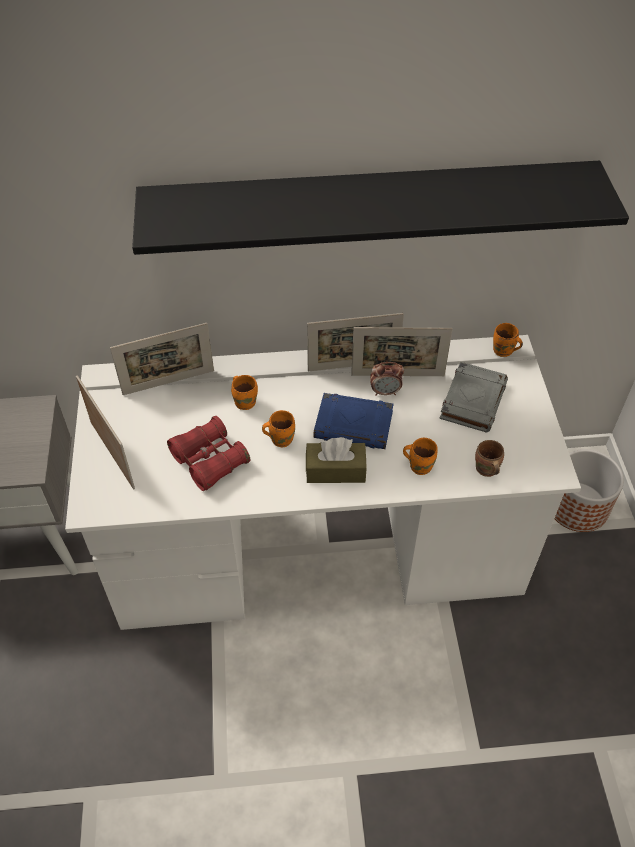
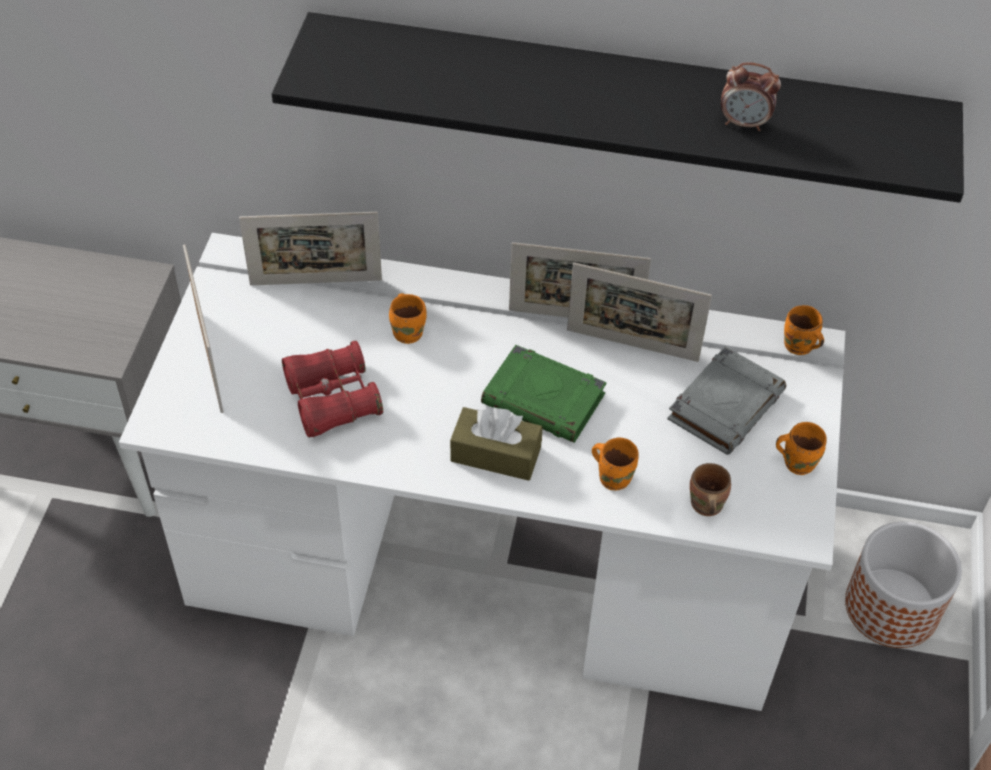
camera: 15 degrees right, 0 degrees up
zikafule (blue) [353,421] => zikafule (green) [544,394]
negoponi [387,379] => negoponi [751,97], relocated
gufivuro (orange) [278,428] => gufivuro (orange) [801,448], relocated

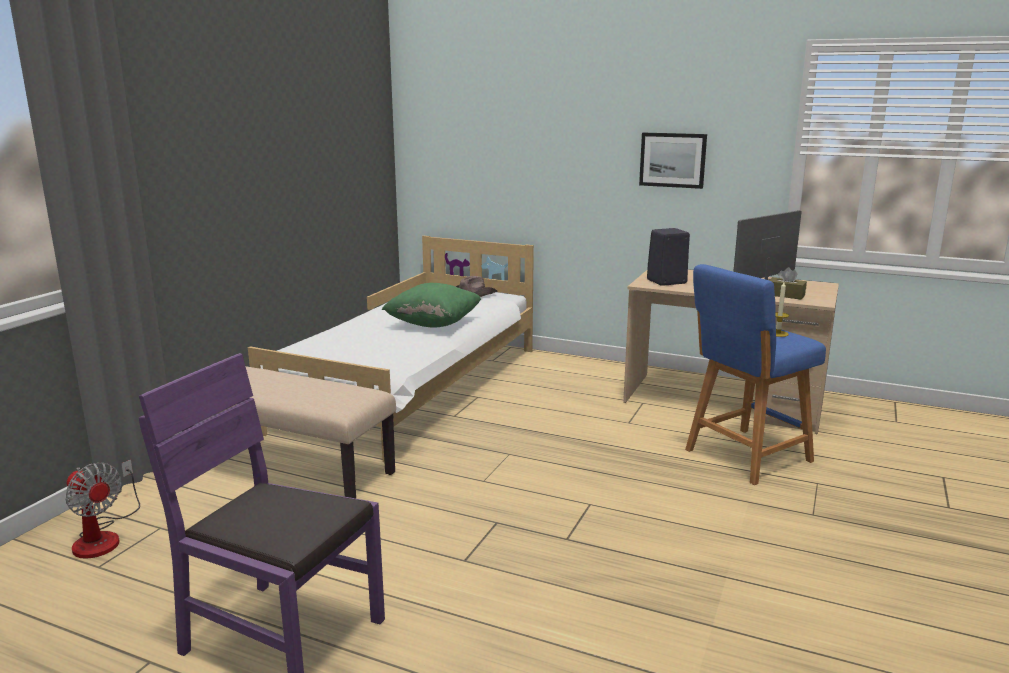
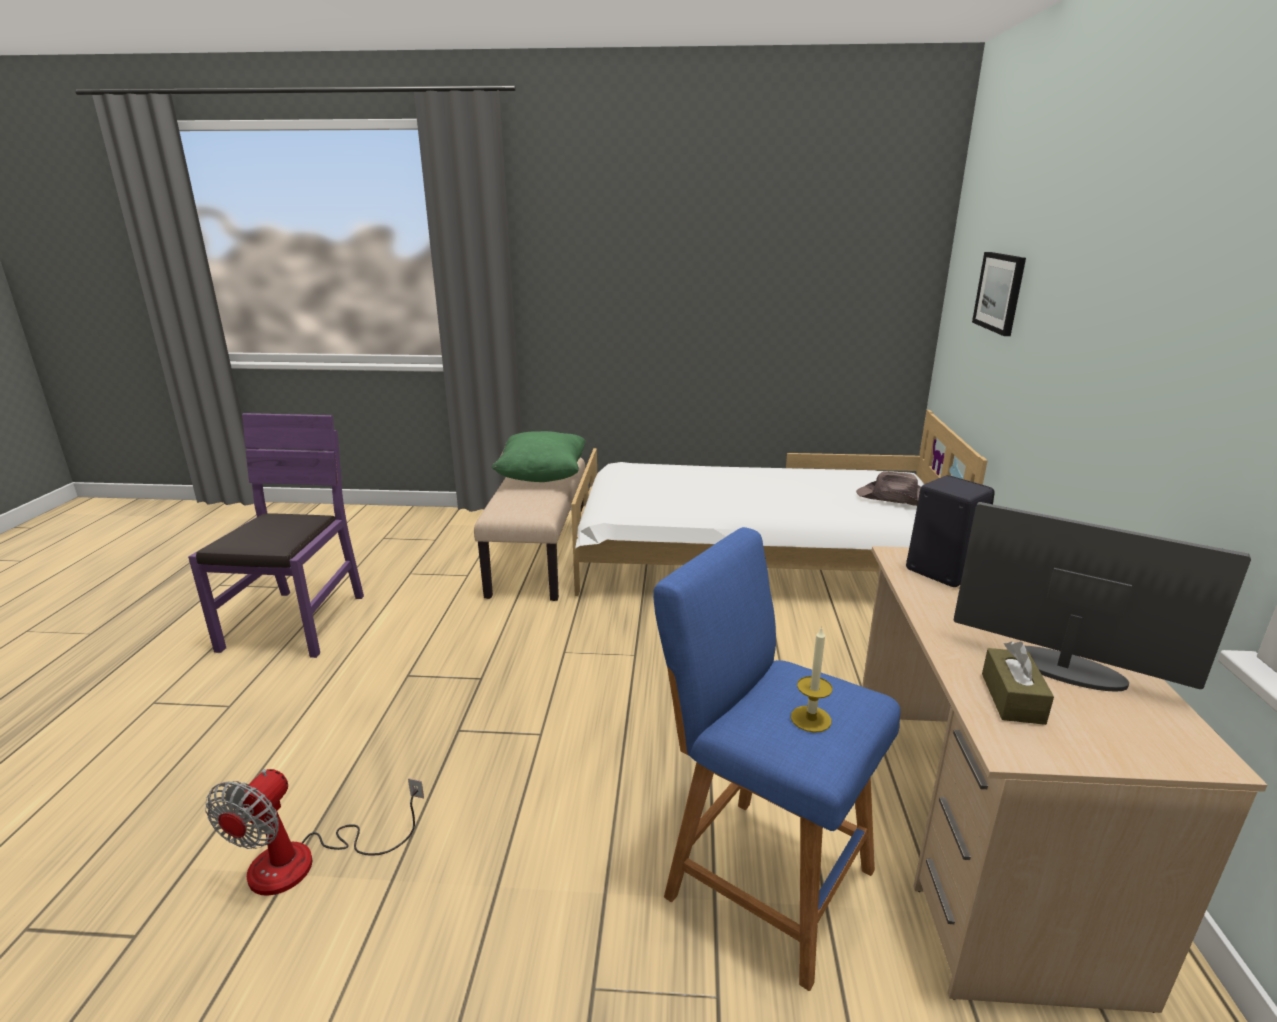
camera: 70 degrees right, 5 degrees up
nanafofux [102,509] => nanafofux [314,832], relocated
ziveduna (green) [431,305] => ziveduna (green) [539,456], relocated
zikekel [673,161] => zikekel [999,294], relocated

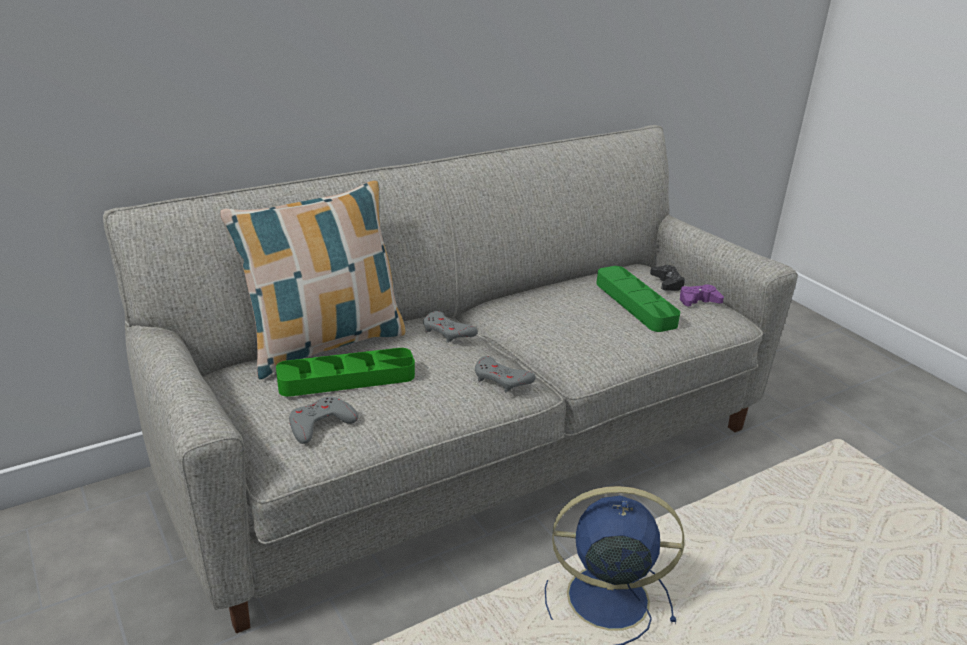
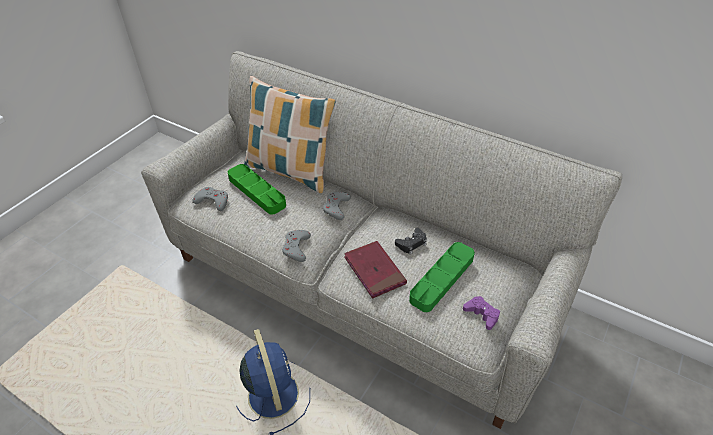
camera: 65 degrees right, 15 degrees up
nothing => zikafule (red) [375,270]
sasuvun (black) [667,278] => sasuvun (black) [411,241], relocated

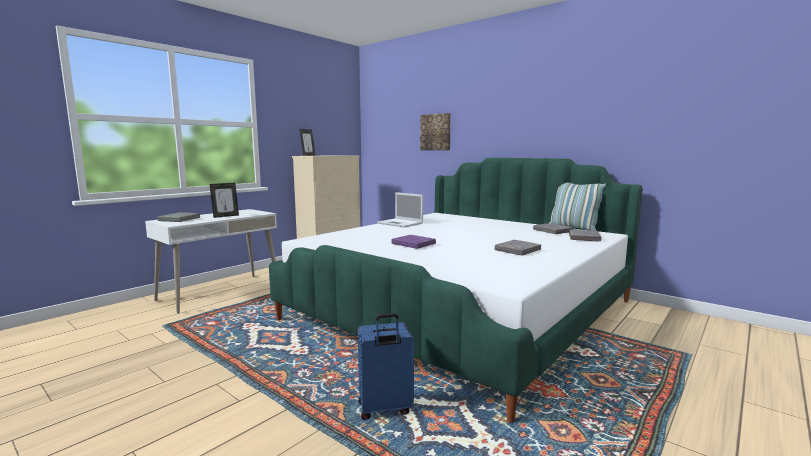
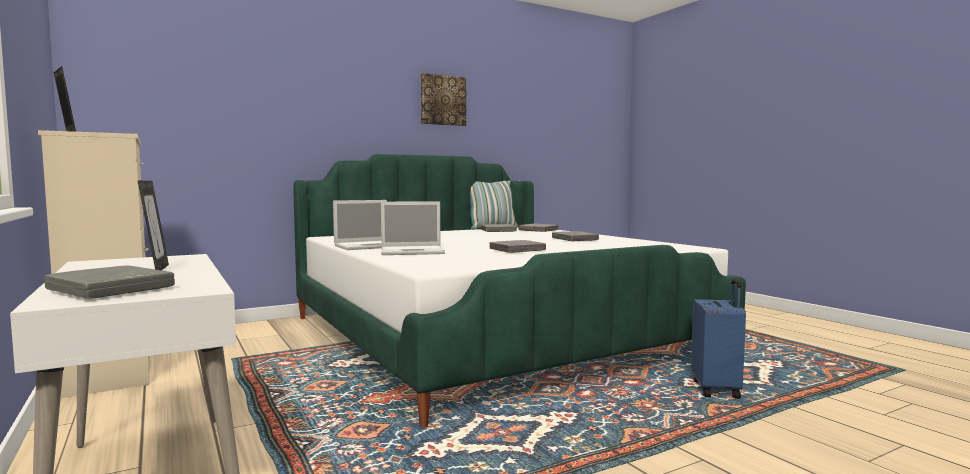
camera: 70 degrees left, 5 degrees down
nothing => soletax [413,228]
zikekel [435,131] => zikekel [443,99], relocated
zikafule (purple) [413,242] => zikafule (grey) [518,246]

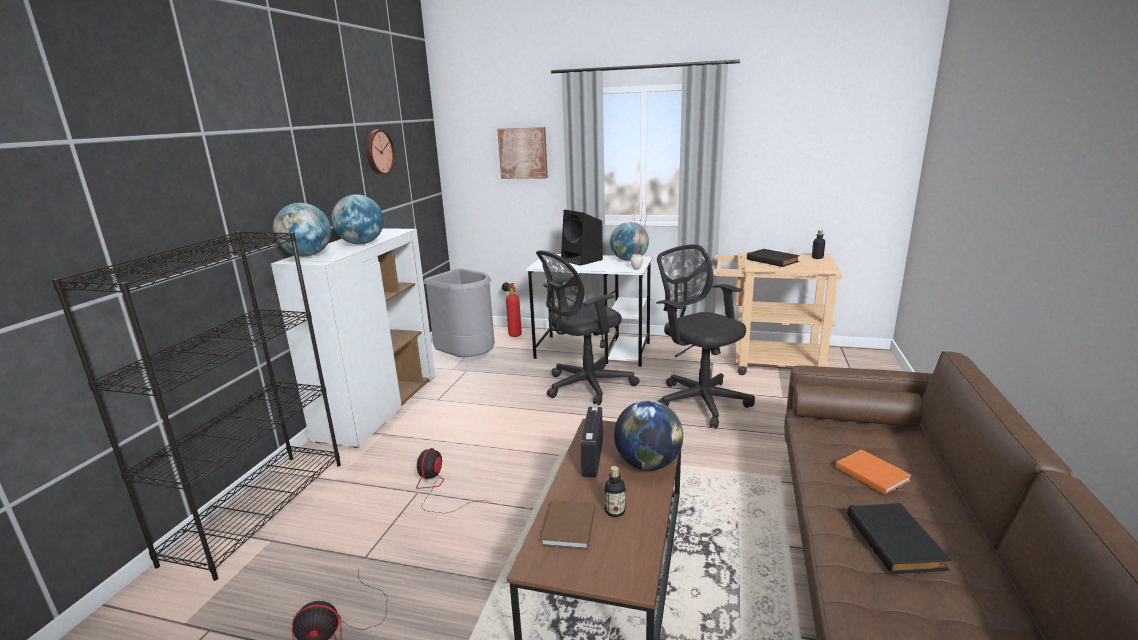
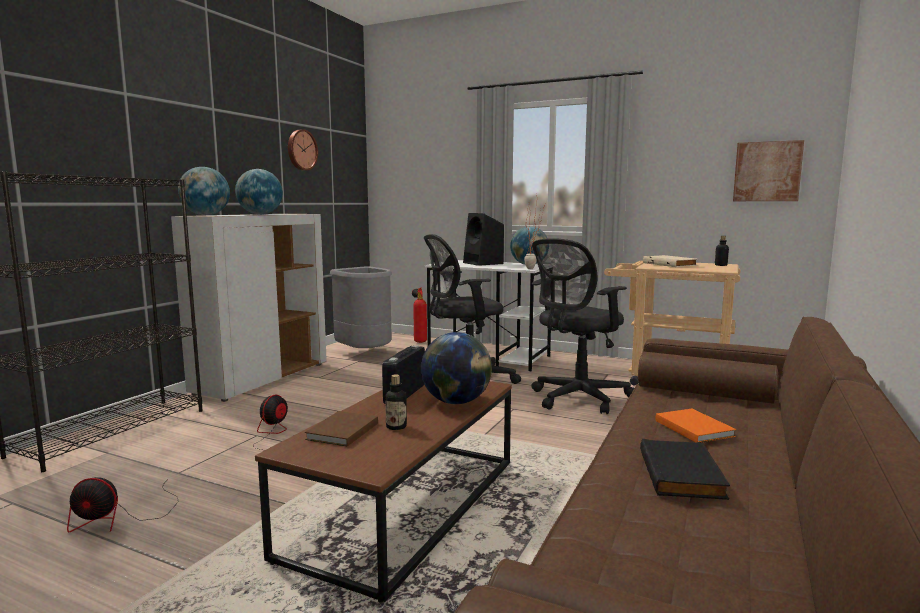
camera: 10 degrees right, 10 degrees down
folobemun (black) [705,336] => folobemun (black) [582,326], 105 degrees counterclockwise
zikafule (black) [773,258] => zikafule (beige) [670,261]
zikekel [522,153] => zikekel [768,170], relocated

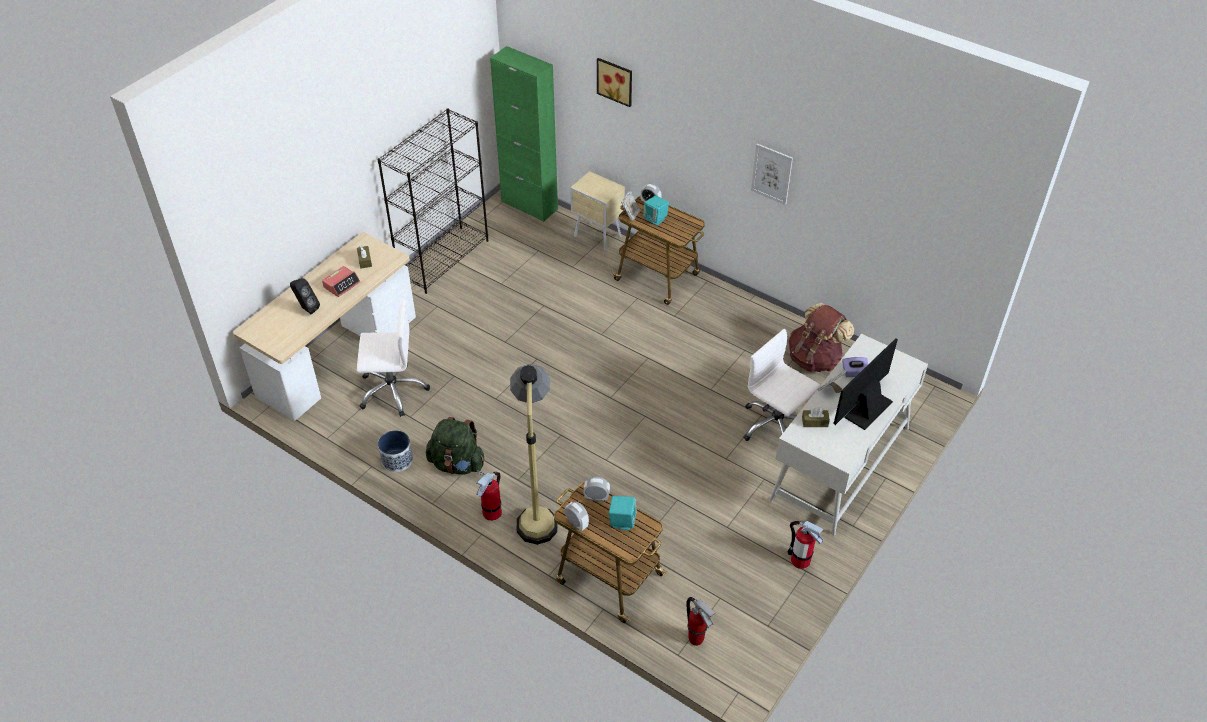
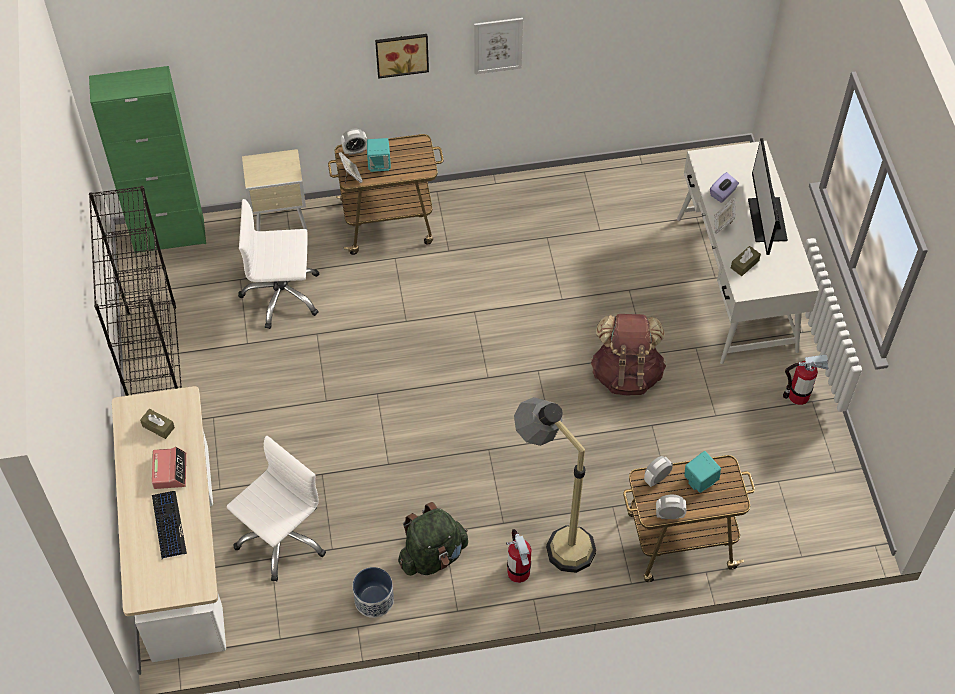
camera: 45 degrees left, 10 degrees up
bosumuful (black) [305,296] => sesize [169,525]
folobemun (white) [782,385] => folobemun (white) [278,264], relocated
zikekel [614,82] => zikekel [402,56], relocated
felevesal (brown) [821,337] => felevesal (brown) [628,355], relocated
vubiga [701,621] => nothing

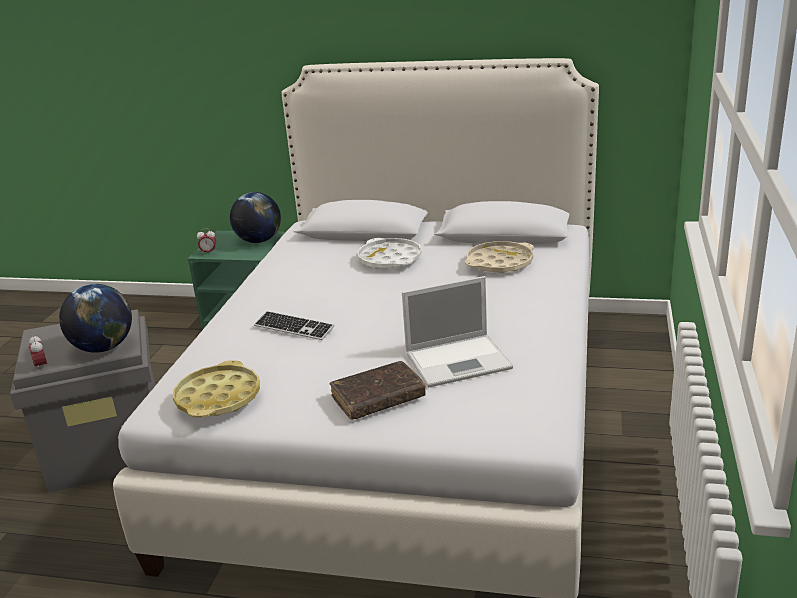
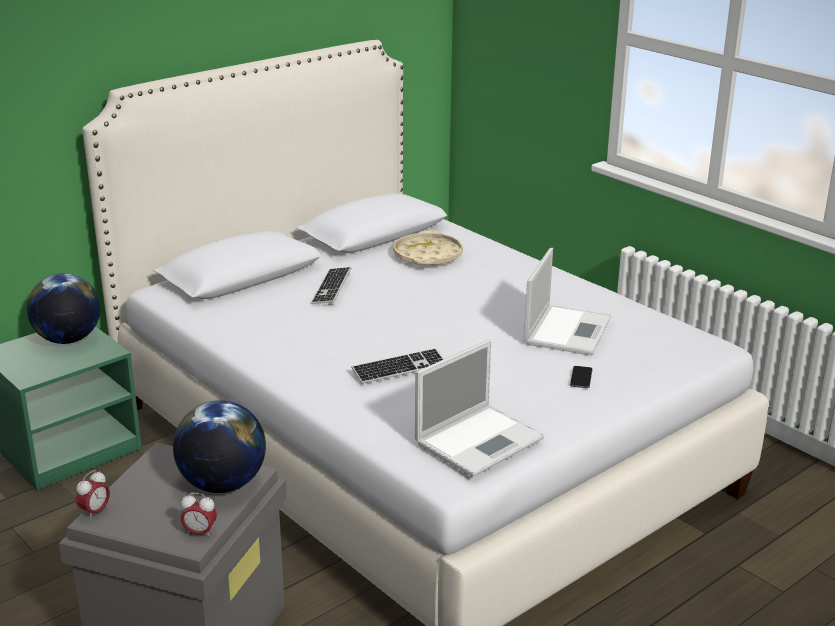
camera: 55 degrees left, 0 degrees up
negoponi [206,241] => negoponi [93,495], relocated
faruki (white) [389,253] => sesize [331,286]
faruki (yellow) [216,389] => soletax [479,408]
zikafule (brown) [378,390] => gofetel [581,377]

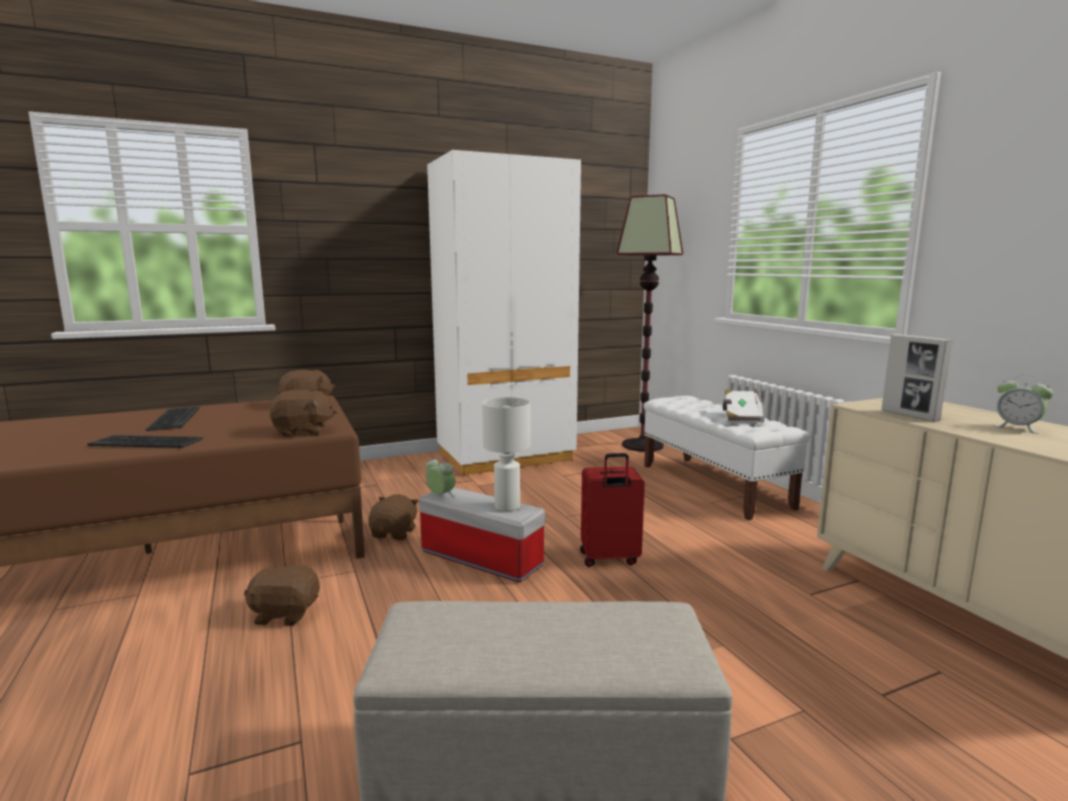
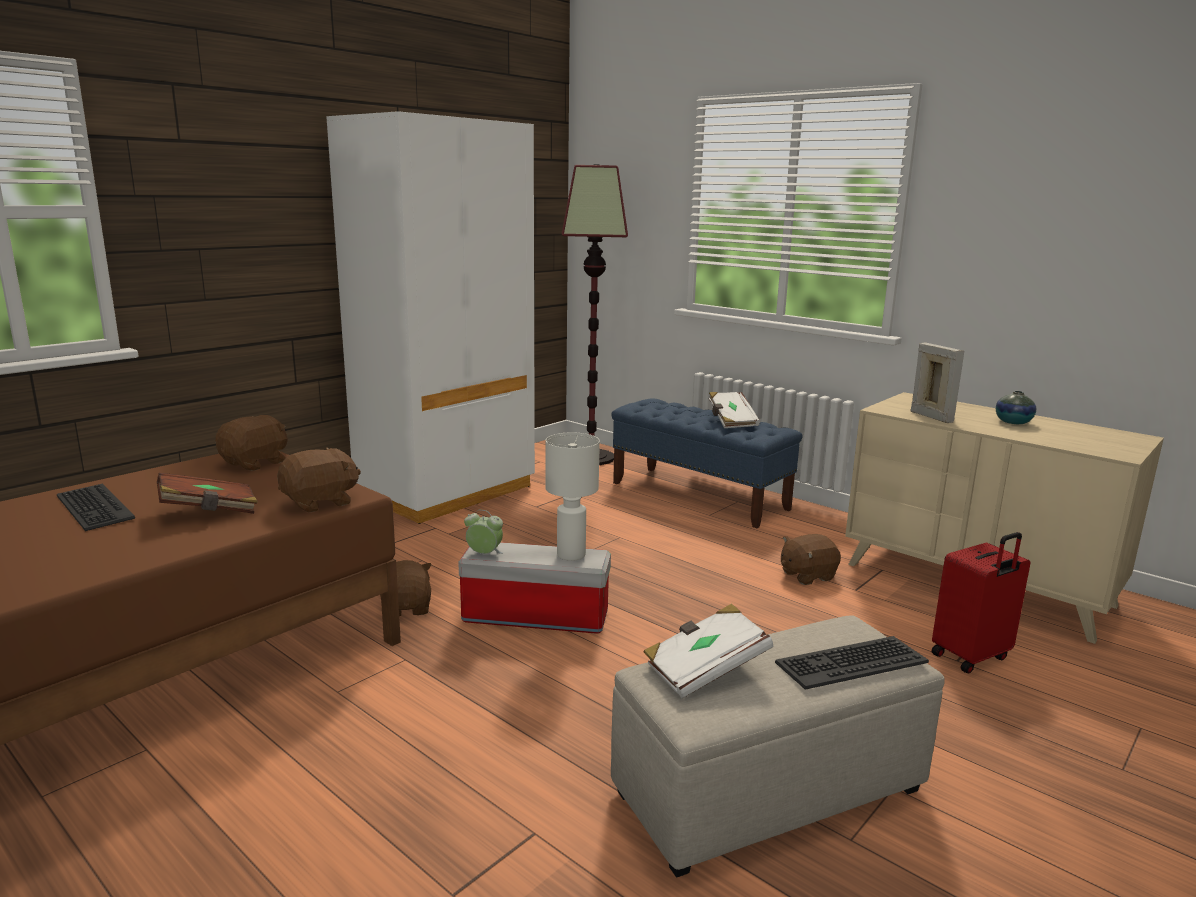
camera: 25 degrees left, 5 degrees up
nothing => zikafule (brown) [207,493]
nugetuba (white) [726,458] => nugetuba (blue) [706,463]
nothing => zikafule (white) [708,651]
sesize [145,441] => sesize [852,663], relocated
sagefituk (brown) [282,594] => sagefituk (brown) [811,559], relocated
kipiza [917,378] => kipiza [937,383], 150 degrees counterclockwise
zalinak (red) [612,510] => zalinak (red) [981,603], relocated
negoponi [1023,404] => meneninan [1016,407]

